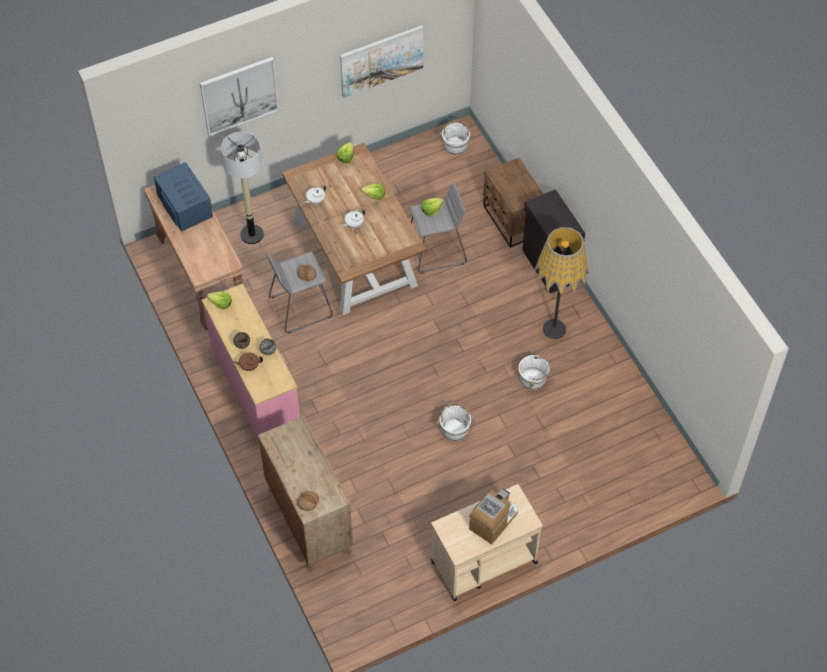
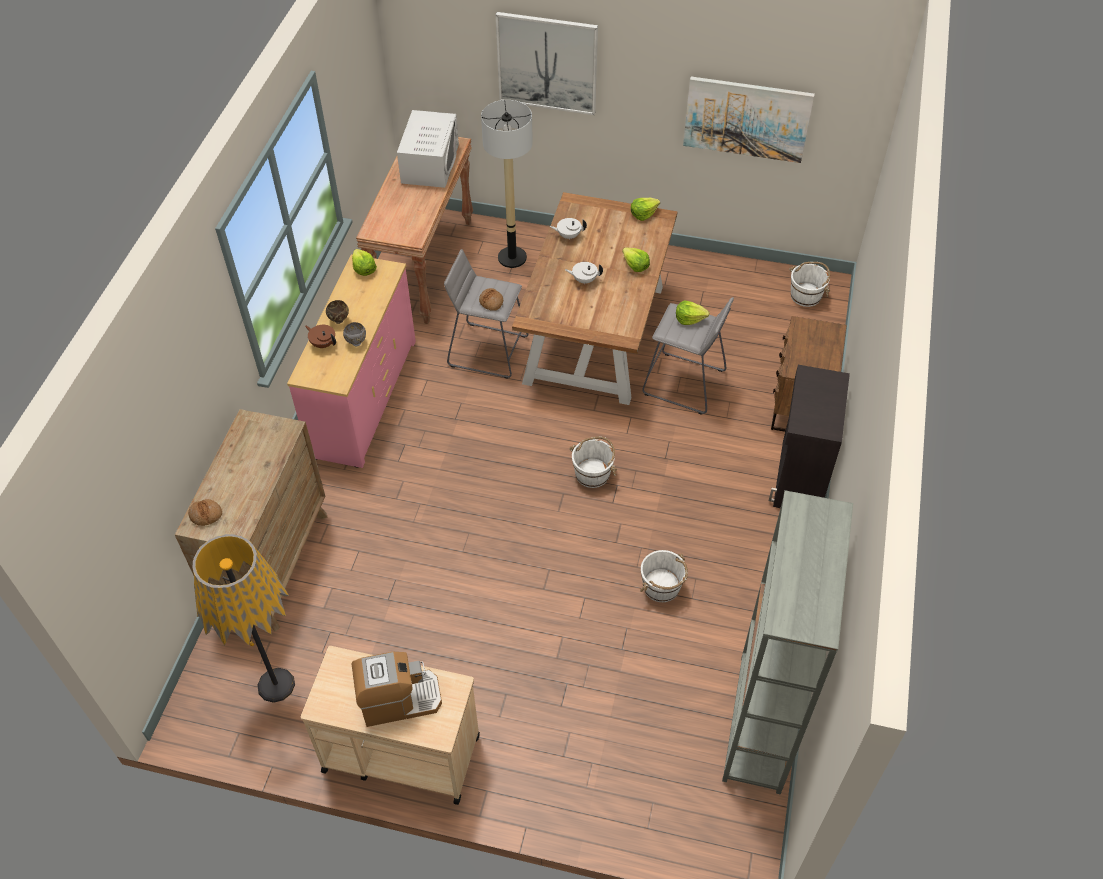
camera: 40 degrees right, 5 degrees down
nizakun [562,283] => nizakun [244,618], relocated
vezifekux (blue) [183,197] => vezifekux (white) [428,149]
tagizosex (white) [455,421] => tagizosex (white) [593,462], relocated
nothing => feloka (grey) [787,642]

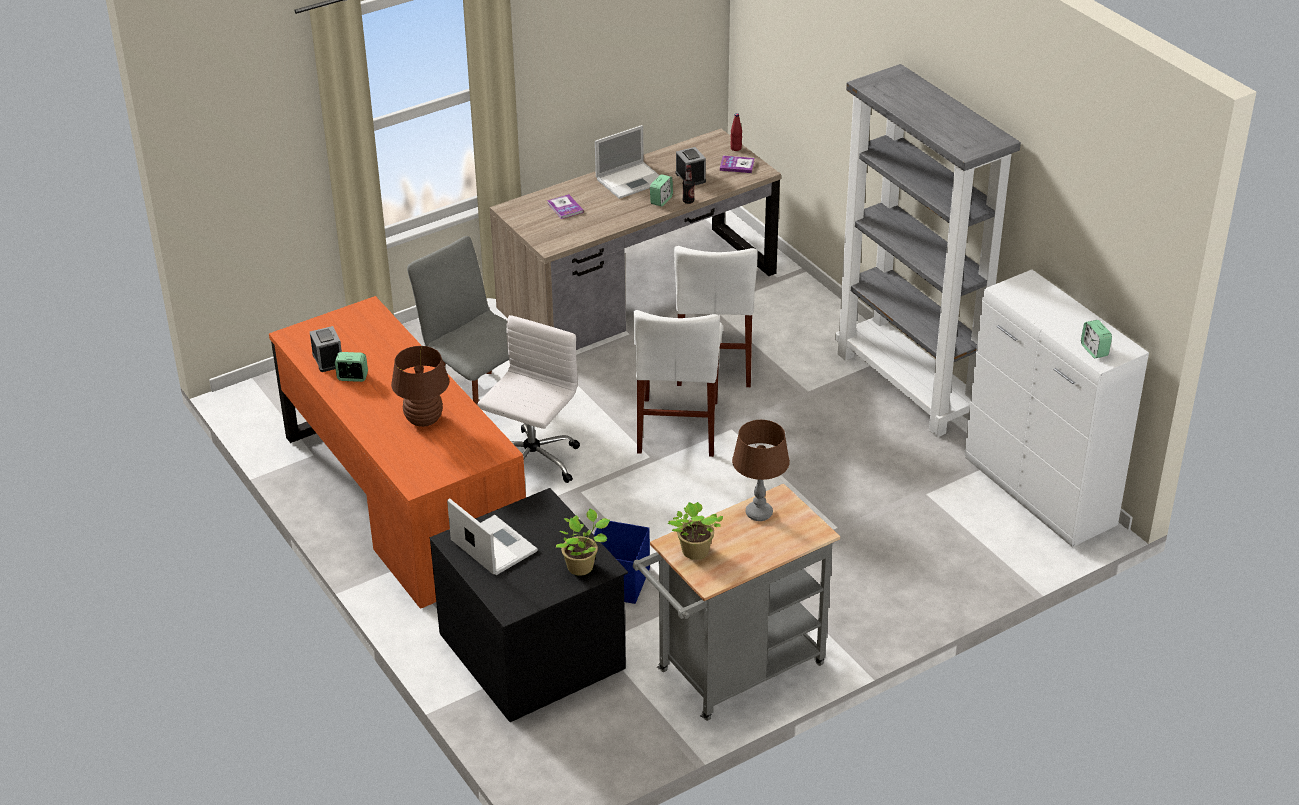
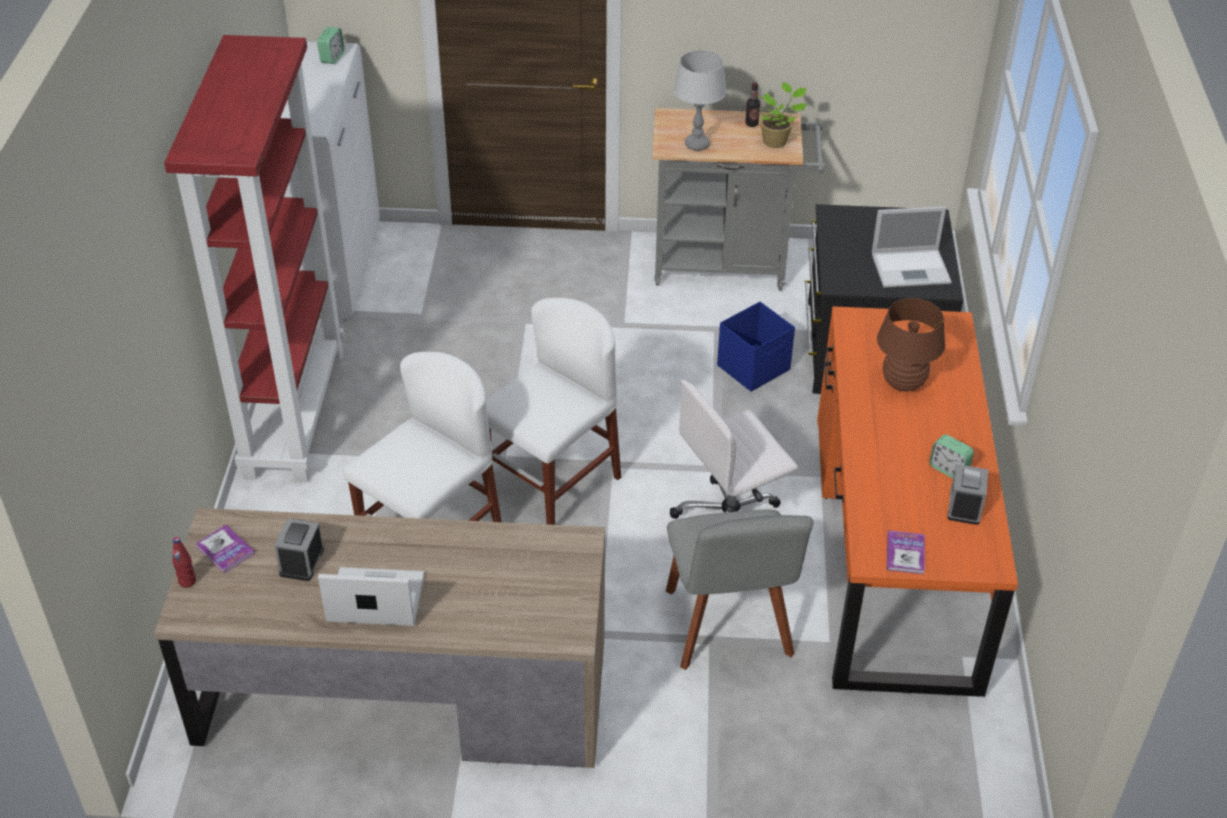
camera: 145 degrees left, 5 degrees up
feloka (grey) [928,250] => feloka (red) [254,258]
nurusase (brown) [761,470] => nurusase (grey) [700,100]
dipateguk [689,184] => dipateguk [752,104], relocated
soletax [492,536] => soletax [912,247], 90 degrees counterclockwise
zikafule [565,206] => zikafule [906,552], relocated
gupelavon [583,542] => nothing
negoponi [661,190] => nothing

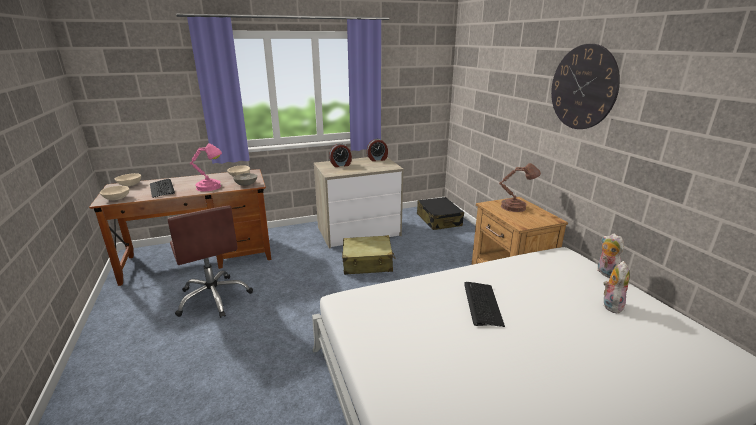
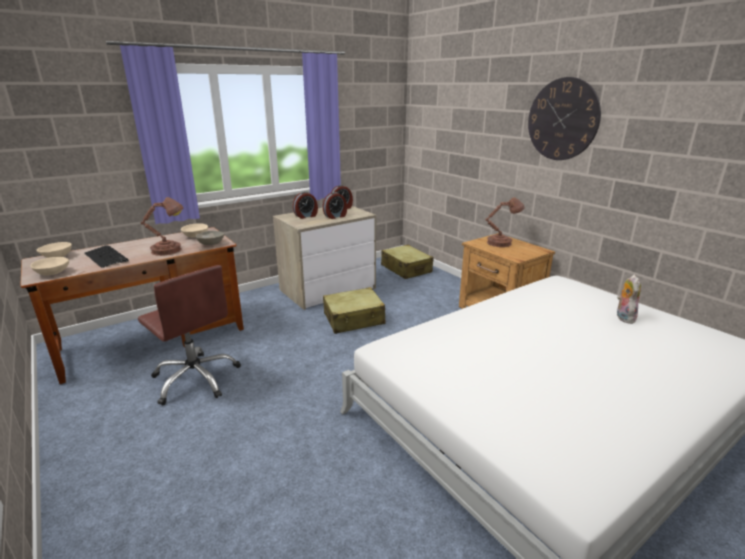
camera: 15 degrees left, 0 degrees up
nurusase (pink) [206,167] => nurusase (brown) [162,226]
nothing => negoponi [335,205]
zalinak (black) [440,213] => zalinak (beige) [407,262]
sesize [484,304] => nothing
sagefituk [611,255] => nothing

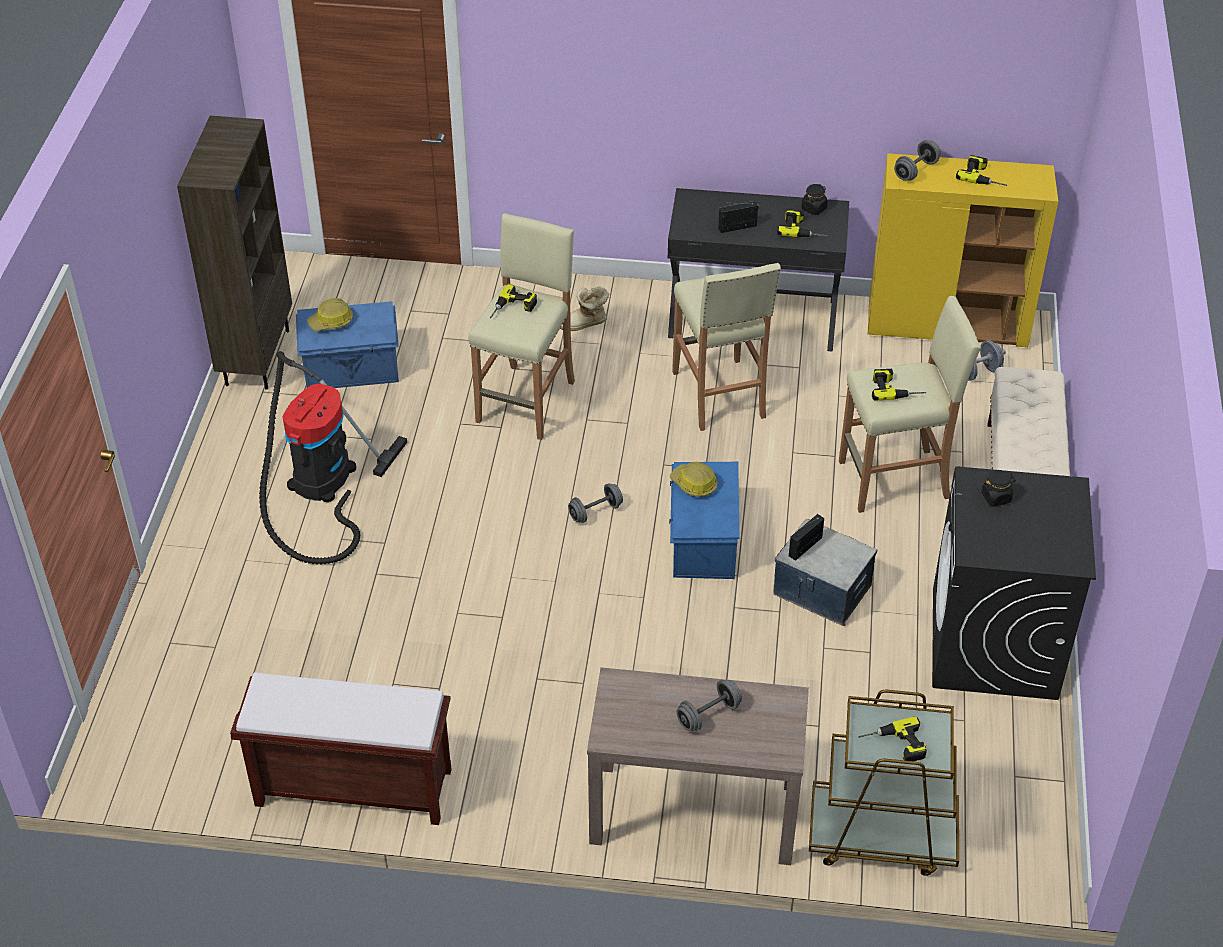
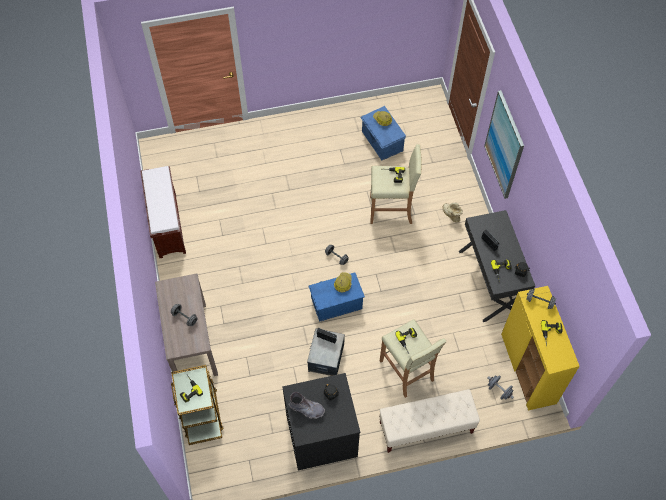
camera: 70 degrees right, 15 degrees up
nothing => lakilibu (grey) [307,405]
nothing => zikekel [504,144]
feloka (brown) [234,253] => nothing
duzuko [333,457] => nothing
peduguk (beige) [726,347] => nothing

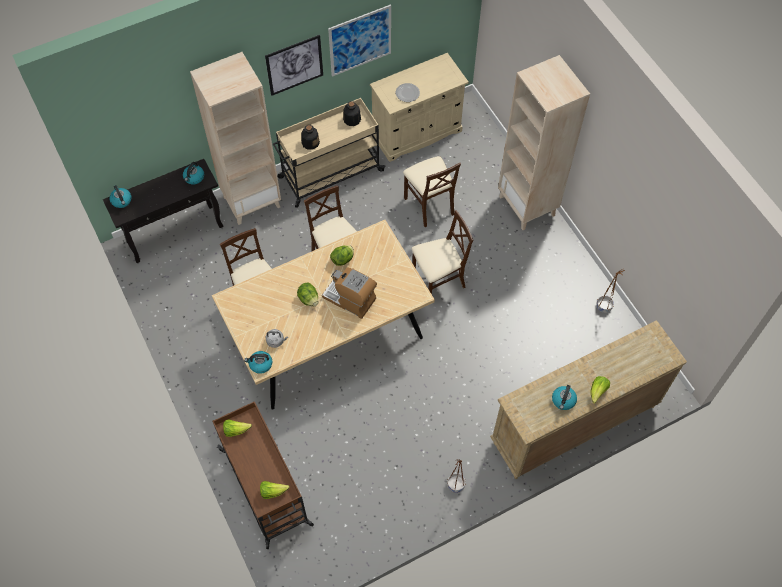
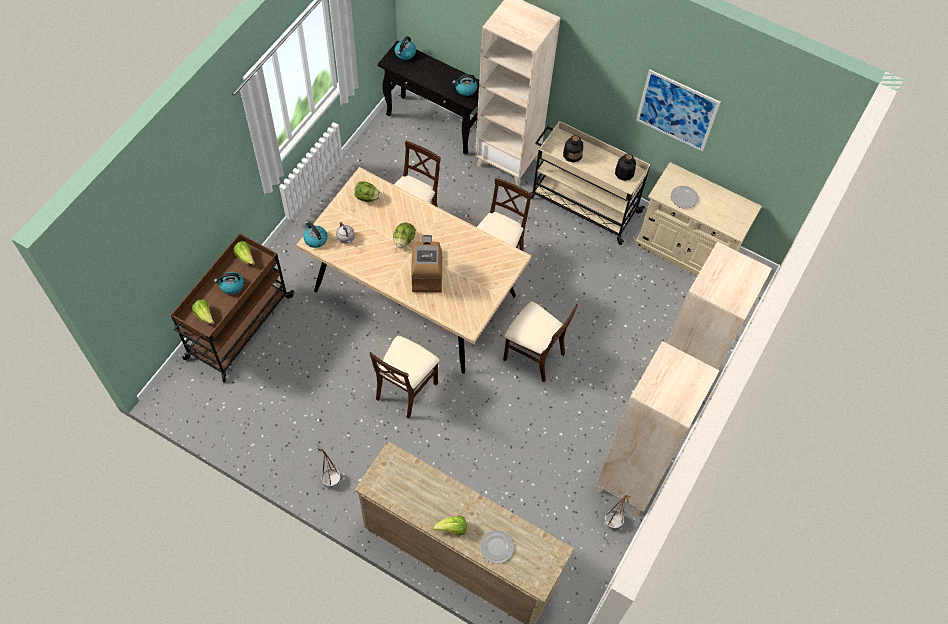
camera: 55 degrees right, 0 degrees up
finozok [564,397] => finozok [229,283], relocated
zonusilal [342,255] => zonusilal [367,192], relocated
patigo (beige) [432,191] => patigo (beige) [404,377], relocated
nothing => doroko [497,547]
nothing => feloka (beige) [657,428]
zikekel [294,65] => nothing

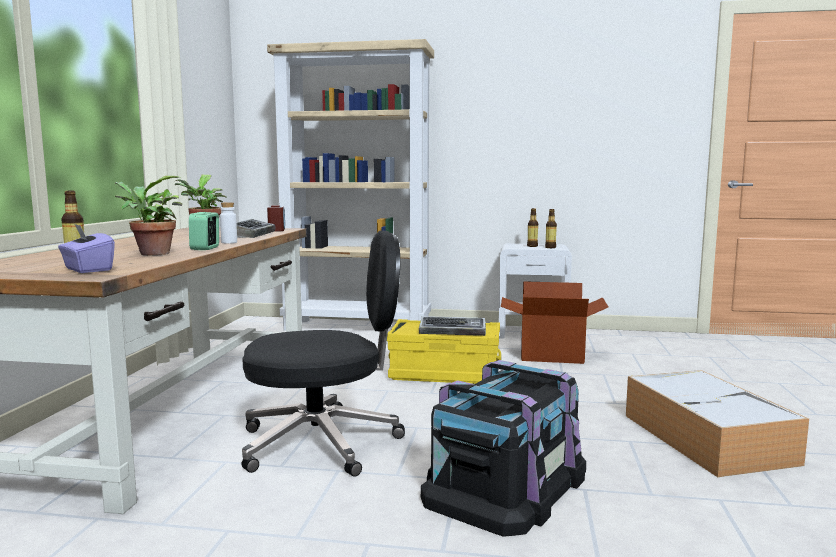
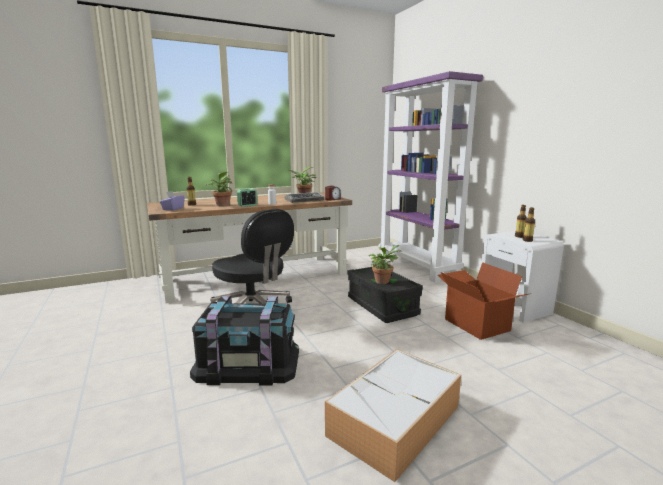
camera: 55 degrees right, 5 degrees up
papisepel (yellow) [444,351] => papisepel (black) [385,295]
sesize [452,326] => gupelavon [385,264]
feloka (beige) [350,185] => feloka (purple) [431,177]

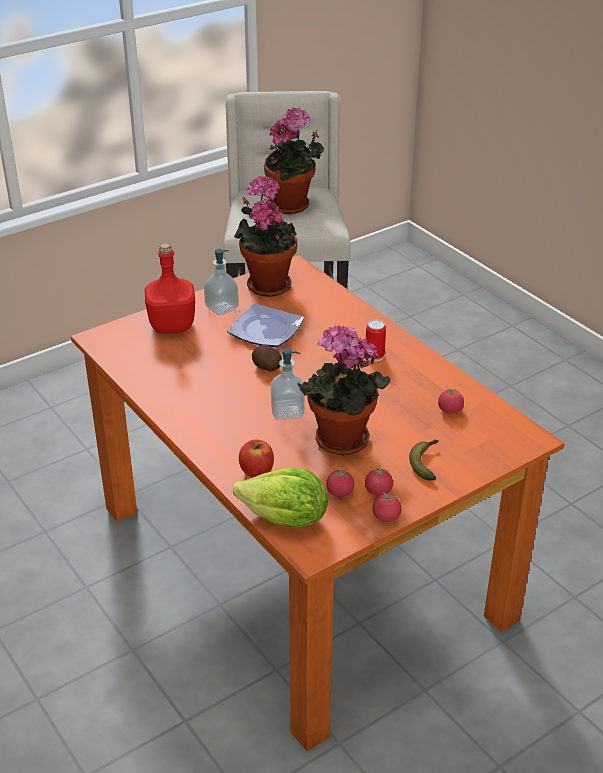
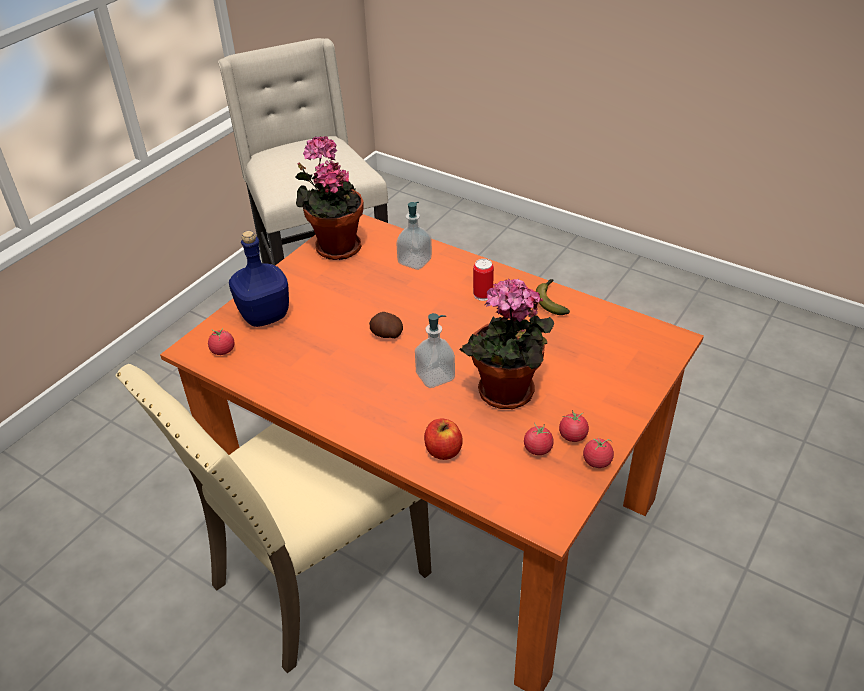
camera: 20 degrees left, 5 degrees up
nothing => patigo (beige) [273,518]
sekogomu [451,400] => sekogomu [221,341], relocated
dipateguk (red) [169,288] => dipateguk (blue) [259,279]
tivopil [221,282] => tivopil [414,236], relocated
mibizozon [424,460] => mibizozon [553,297], relocated
doroko [265,325] => nothing
zonusilal [280,498] => nothing
gupelavon [294,160] => nothing

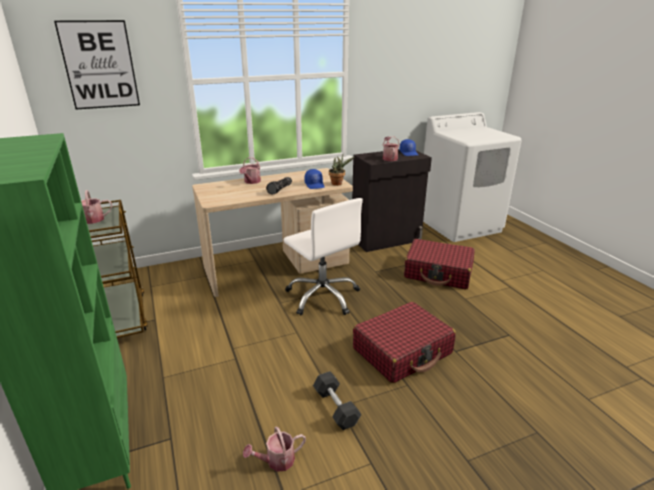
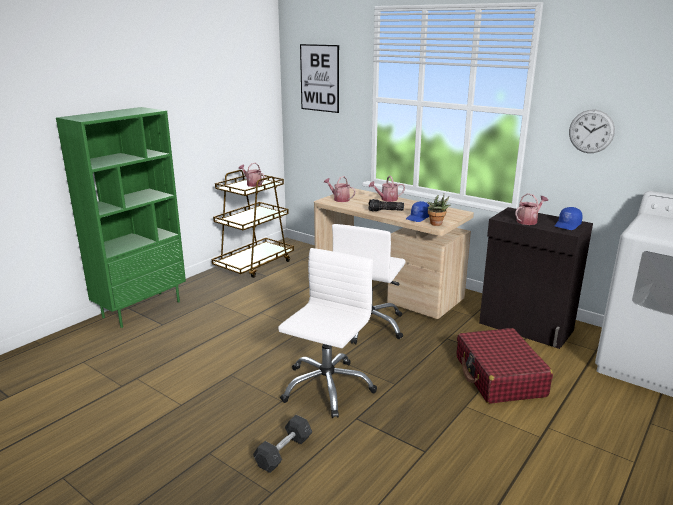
camera: 60 degrees right, 5 degrees down
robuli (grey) [337,400] => robuli (grey) [282,444], relocated
zalinak (red) [404,342] => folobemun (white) [327,333]
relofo [274,449] => relofo [340,189], relocated
nothing => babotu [592,131]

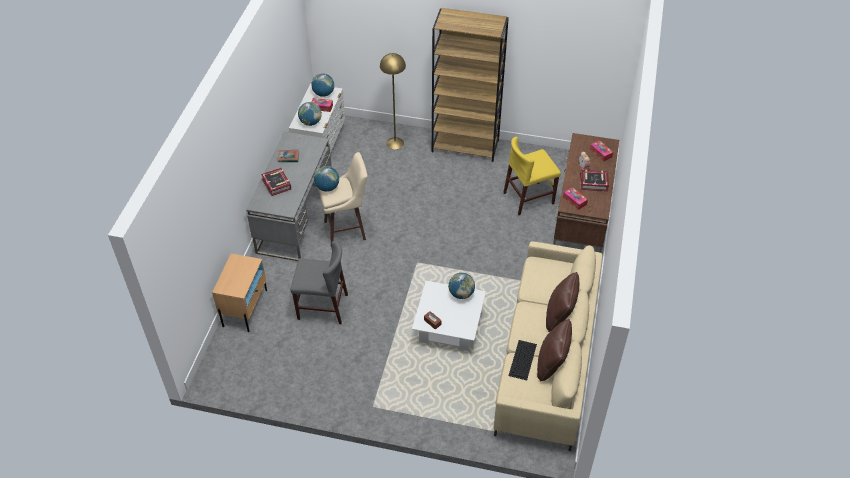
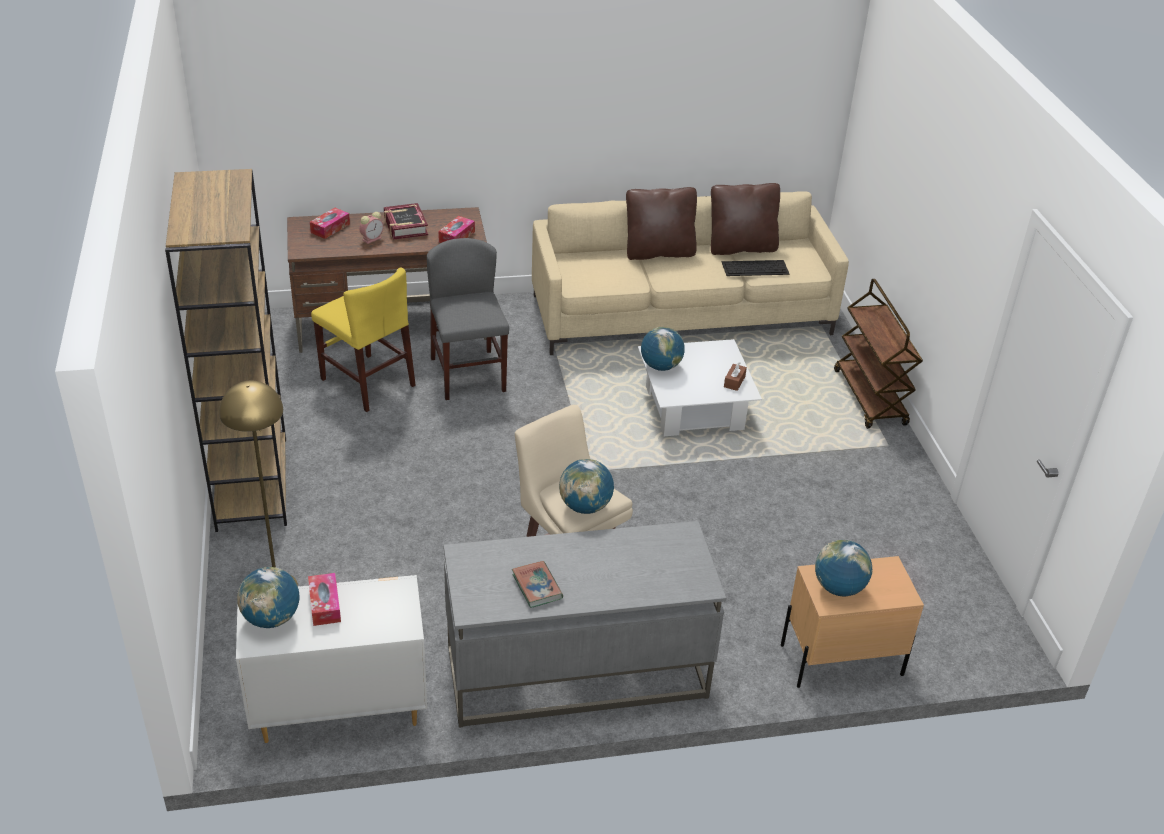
camera: 115 degrees left, 10 degrees down
patigo (grey) [319,282] => patigo (grey) [468,319], relocated
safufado [310,114] => safufado [844,568], relocated
nothing => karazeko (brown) [878,354]
zikafule [276,182] => nothing

